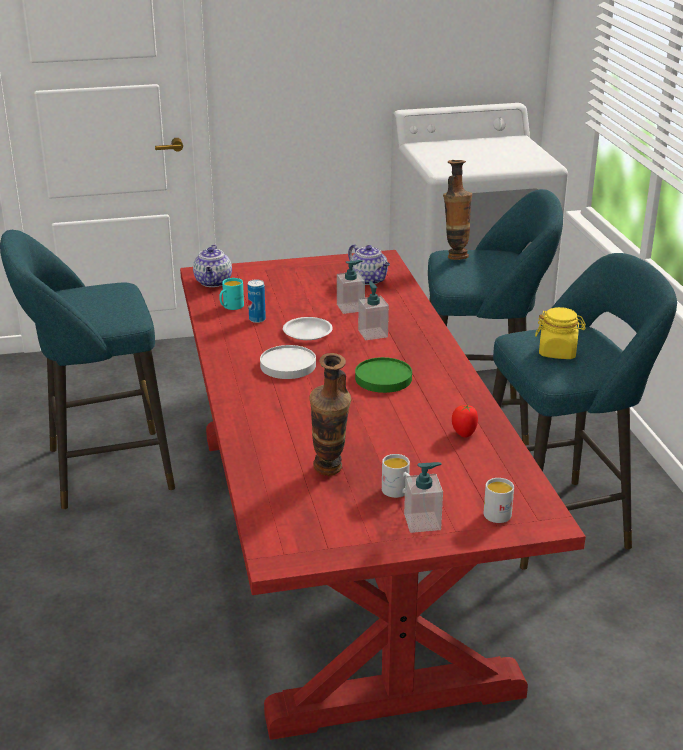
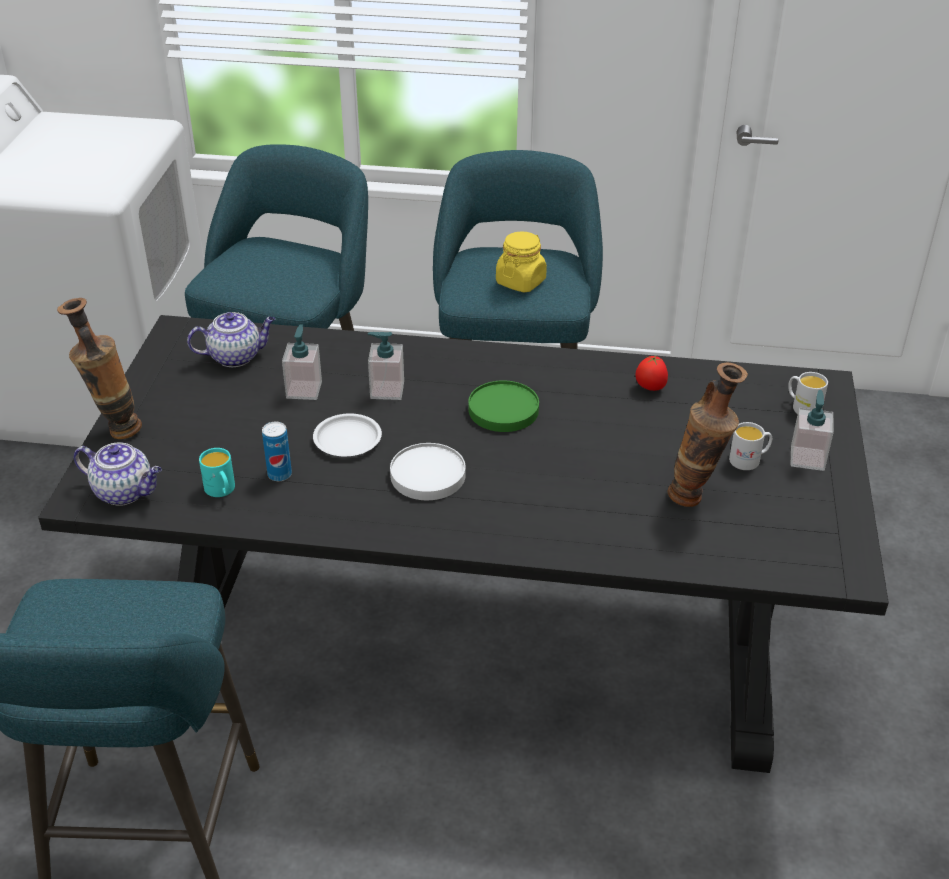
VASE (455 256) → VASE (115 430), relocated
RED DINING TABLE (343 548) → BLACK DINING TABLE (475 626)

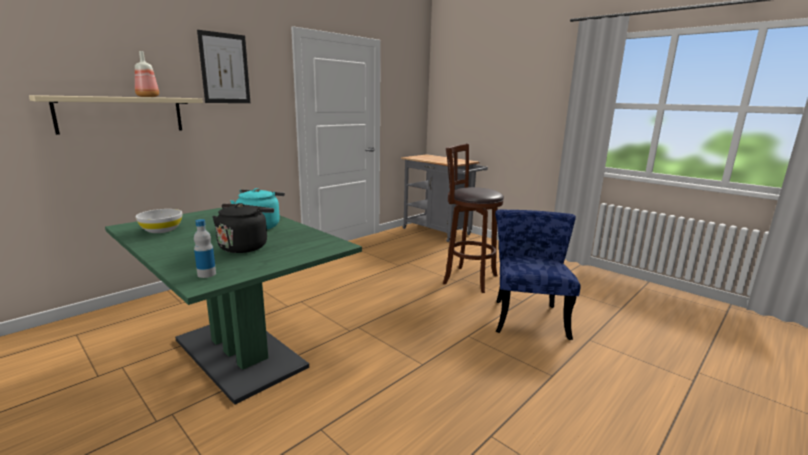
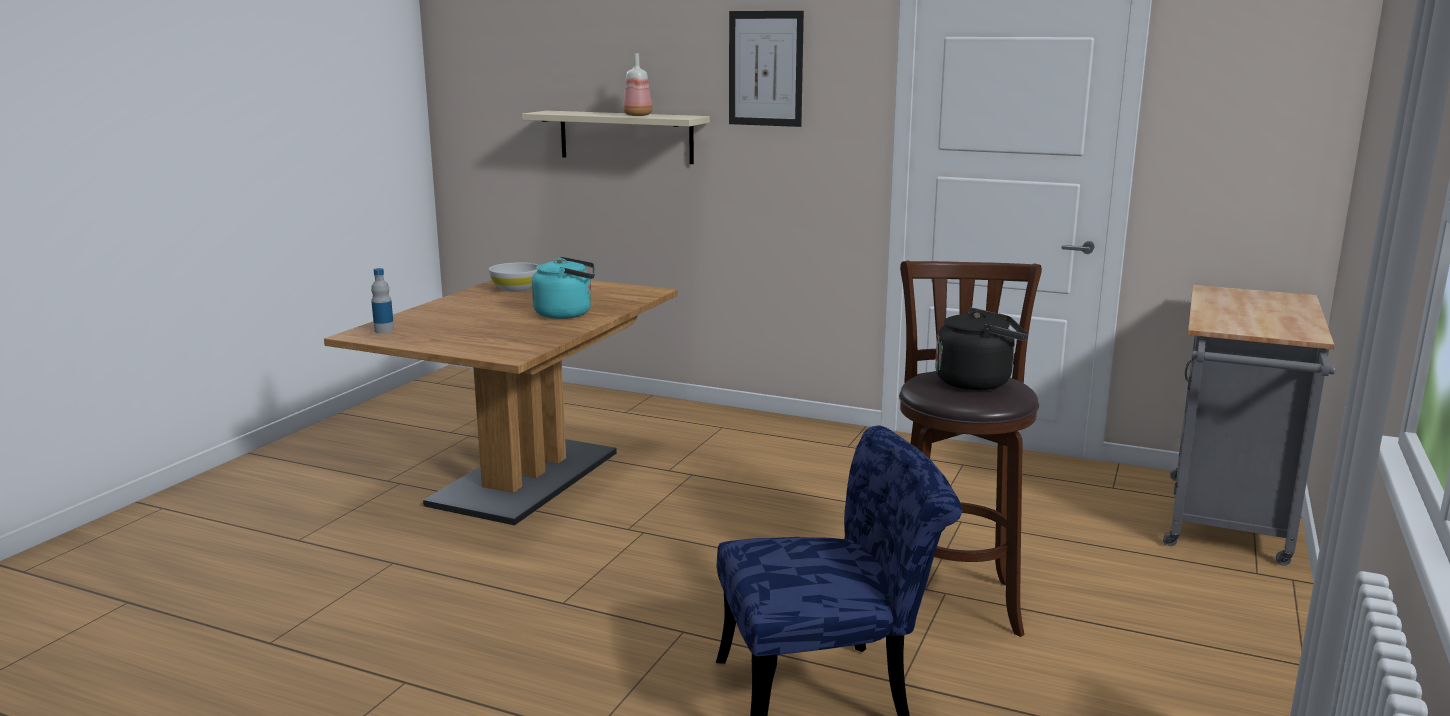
BLACK KETTLE (245 246) → BLACK KETTLE (978 382), relocated
GREEN DINING TABLE (239 353) → BROWN DINING TABLE (525 478)

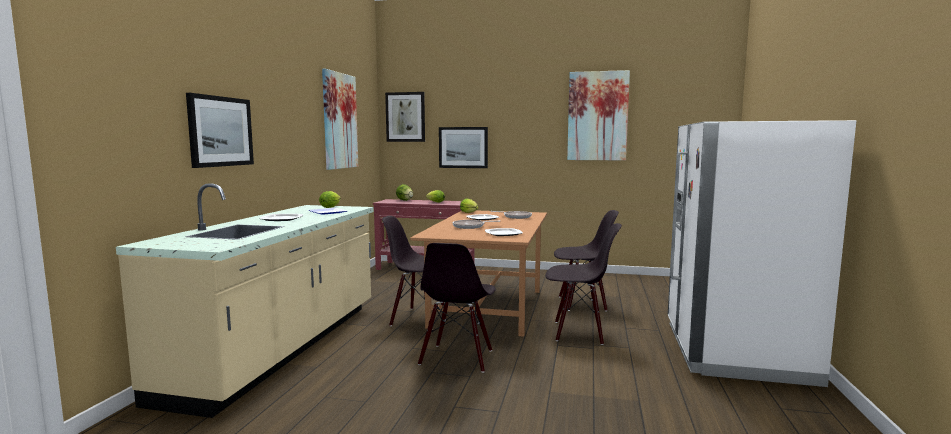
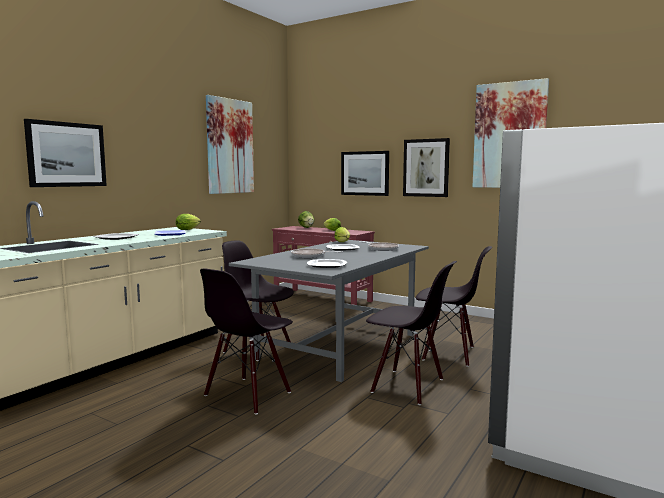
PICTURE (405 117) → PICTURE (426 168), relocated
BROWN DINING TABLE (487 307) → GREY DINING TABLE (338 345)

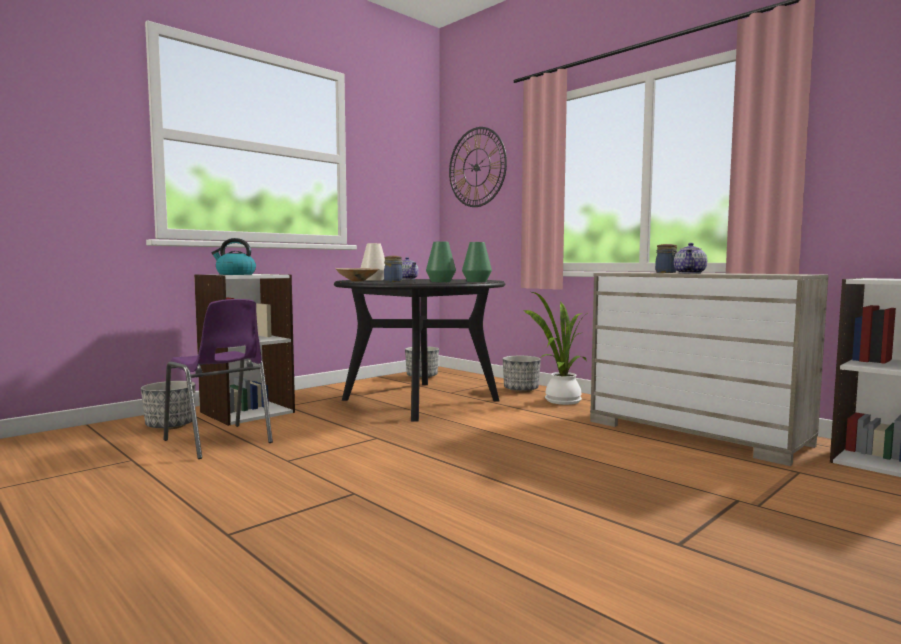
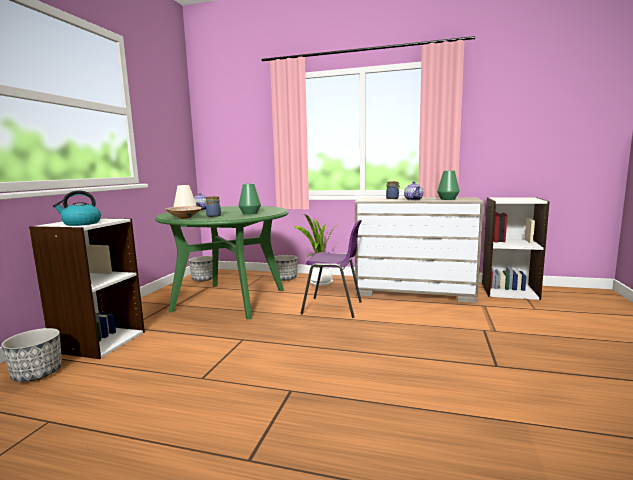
WALL CLOCK (476 167) → -
GREEN VASE (476 281) → GREEN VASE (447 199), relocated
BLACK DINING TABLE (420 400) → GREEN DINING TABLE (230 300)
PURPLE CHAIR (219 442) → PURPLE CHAIR (334 308), relocated

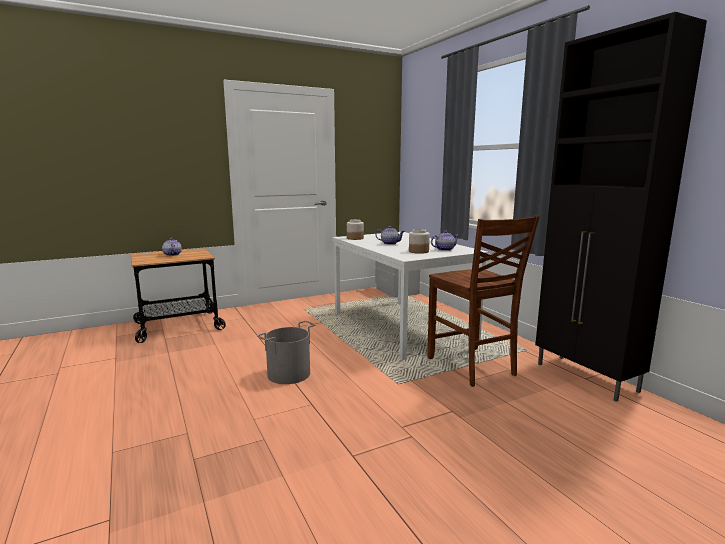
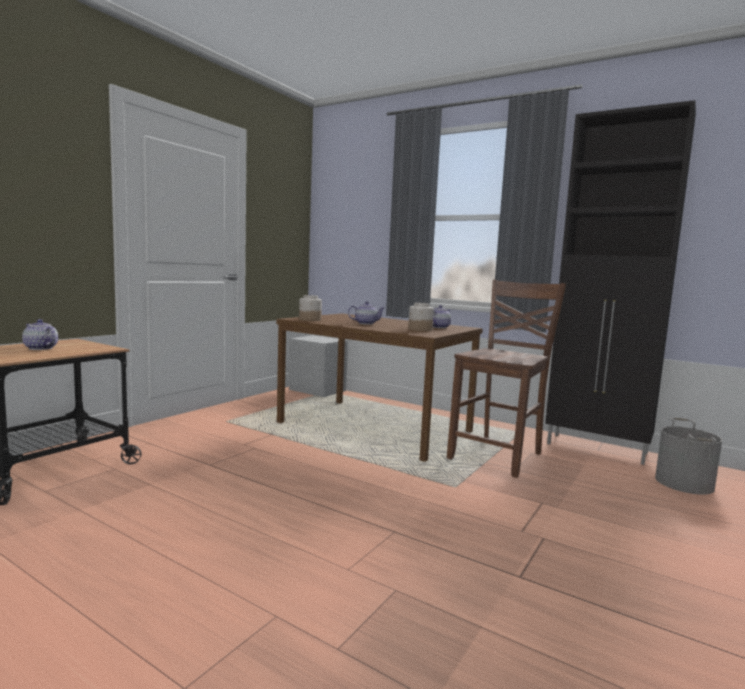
BROWN CHAIR (472 367) → BROWN CHAIR (498 456), 90 degrees counterclockwise
WHITE DINING TABLE (400 326) → BROWN DINING TABLE (373 427)
GREY BUCKET (289 374) → GREY BUCKET (685 483), relocated

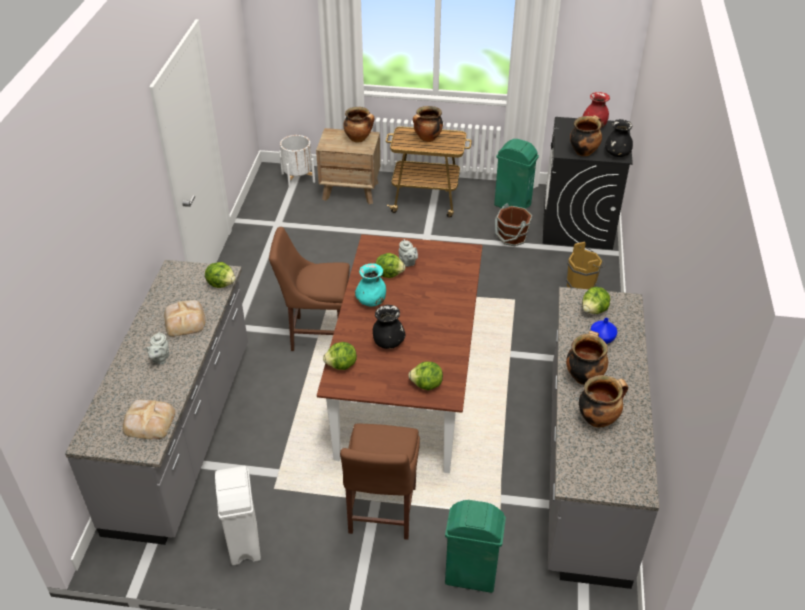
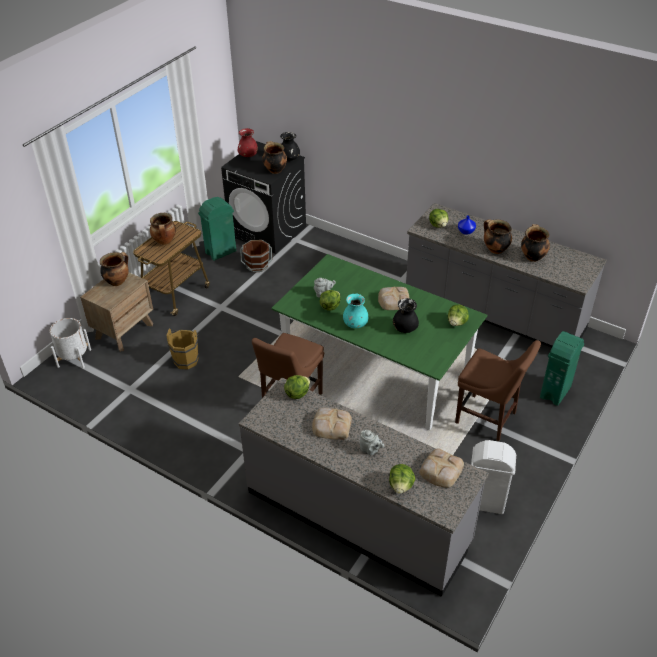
BROWN DINING TABLE (405 384) → GREEN DINING TABLE (375 369)
BROWN BUCKET (583 286) → BROWN BUCKET (186 359), relocated
LETTUCE (341 365) → LETTUCE (401 486), relocated
- → BREAD (393 300)

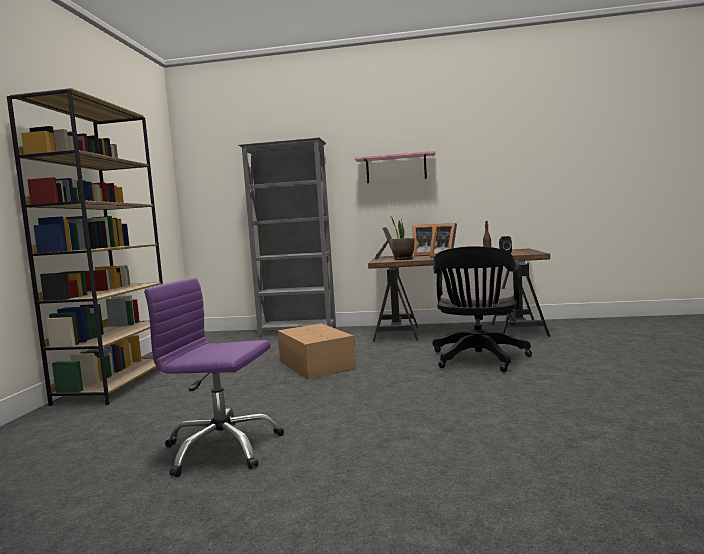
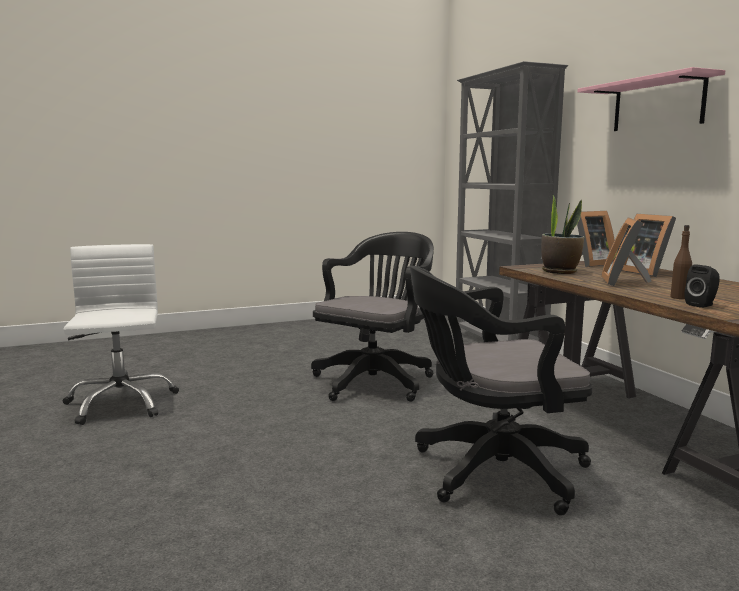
BROWN BOOKCASE (116 384) → -
PURPLE OFFICE CHAIR (222 448) → WHITE OFFICE CHAIR (120 403)
CARDBOARD BOX (316 364) → BLACK OFFICE CHAIR (376 381)

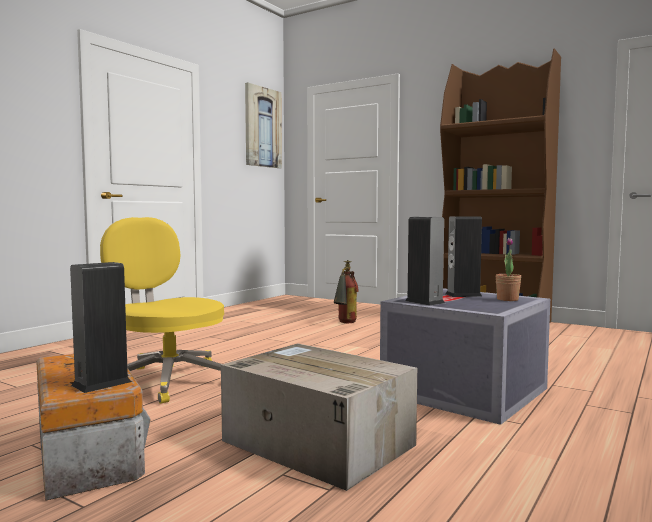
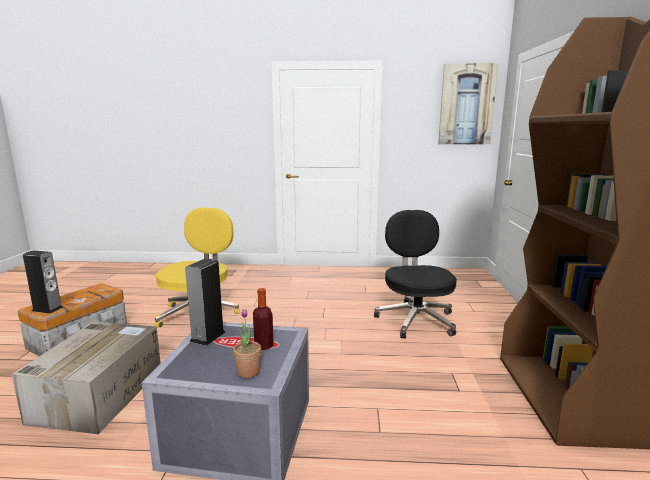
SPEAKER (463 295) → BOTTLE (263 346)
FIRE EXTINGUISHER (345 323) → BLACK OFFICE CHAIR (415 319)

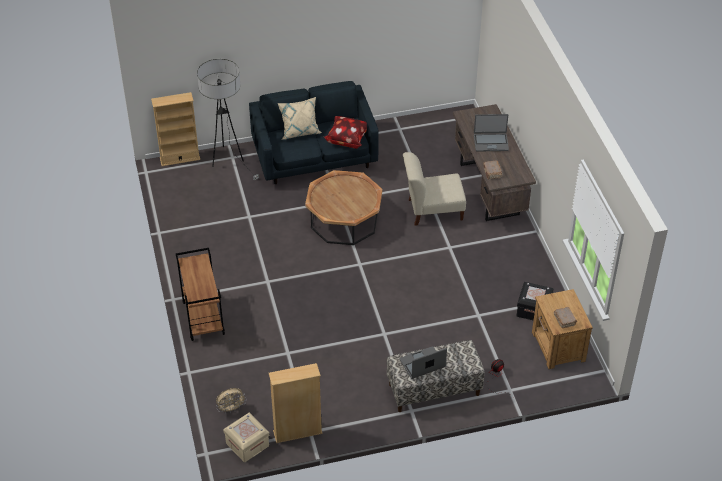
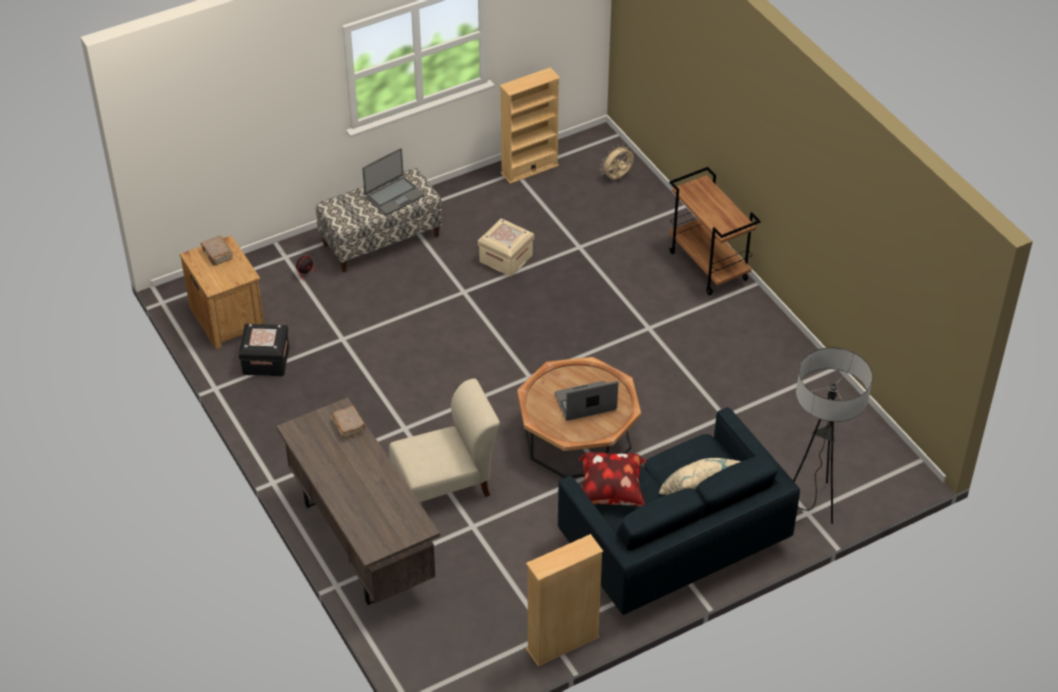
BEIGE BOOKCASE (180 158) → BEIGE BOOKCASE (563 644), relocated
LAPTOP (491 142) → LAPTOP (585 403), relocated
BEIGE STORAGE BOX (247 444) → BEIGE STORAGE BOX (506 258), relocated

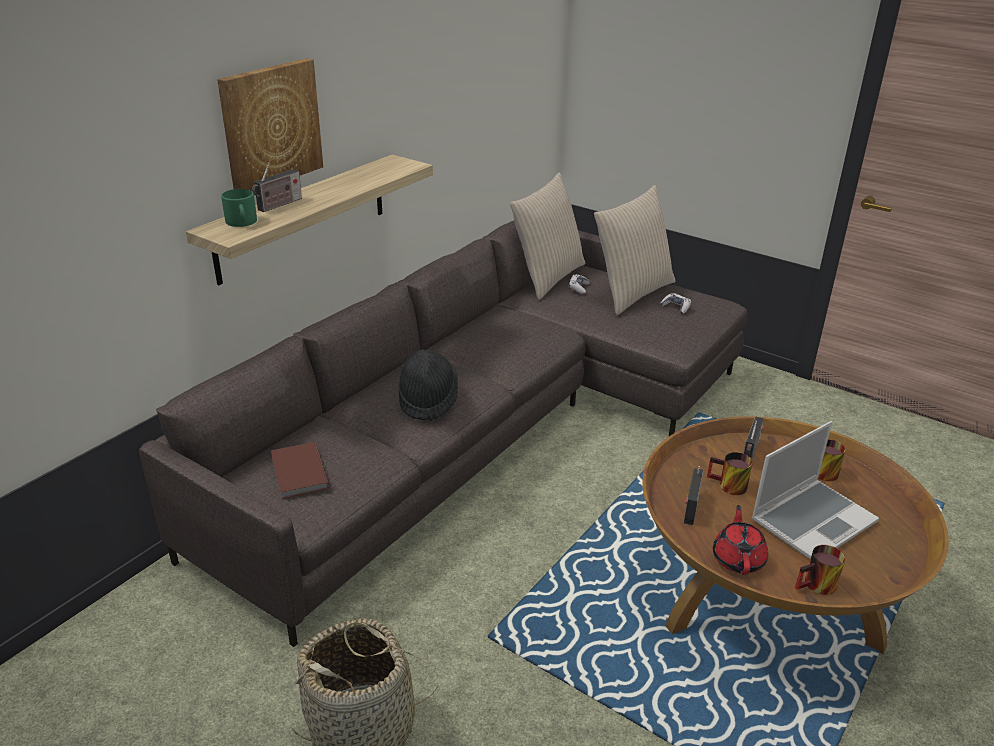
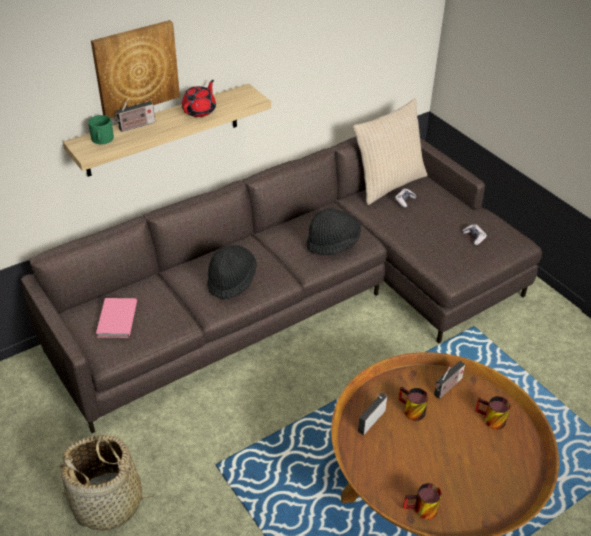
BEIGE PILLOW (631 293) → -
LAPTOP (813 520) → -
BROWN BOOK (298 473) → PINK BOOK (116 320)
RED TEAPOT (738 559) → RED TEAPOT (200 110), relocated
- → BLACK HAT (333 243)

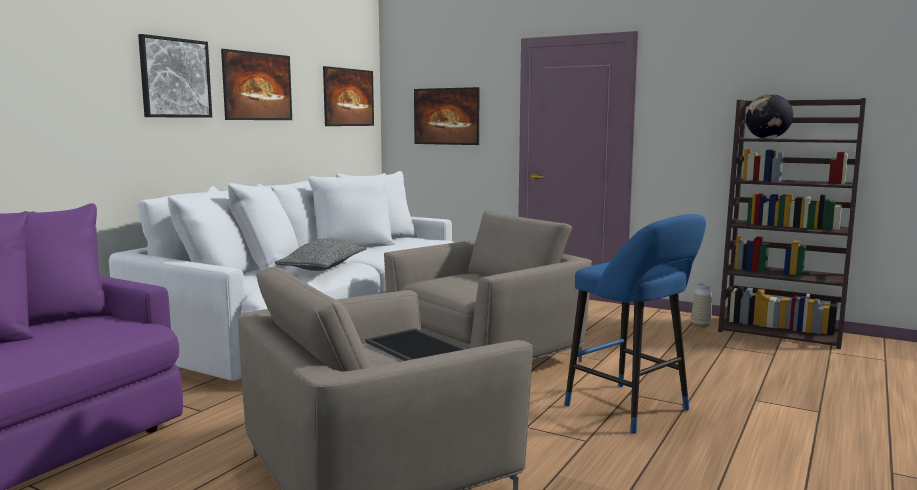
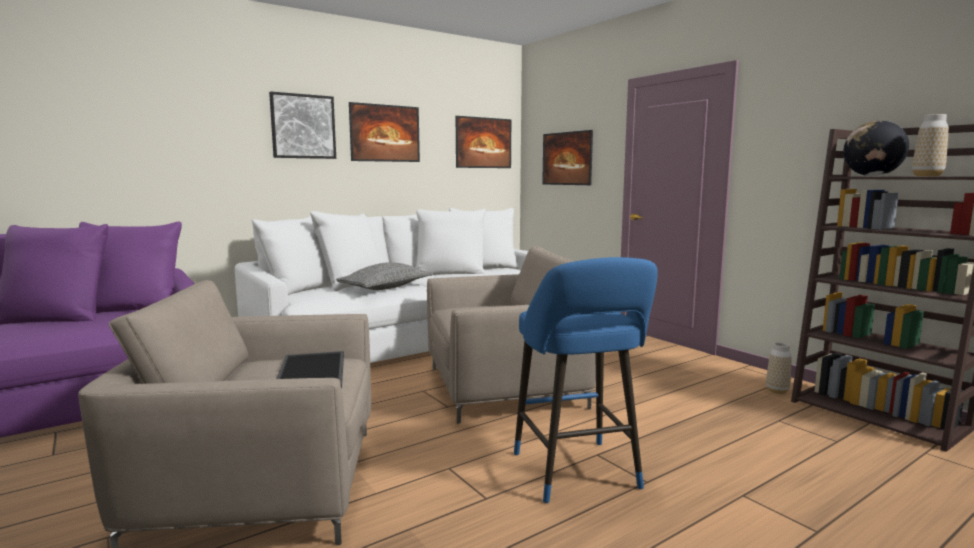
- → VASE (927 176)

